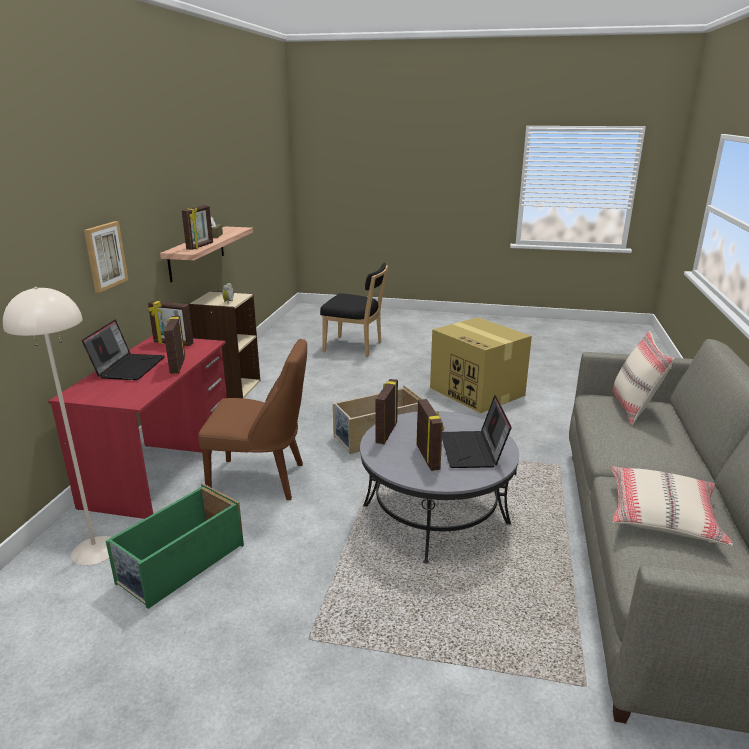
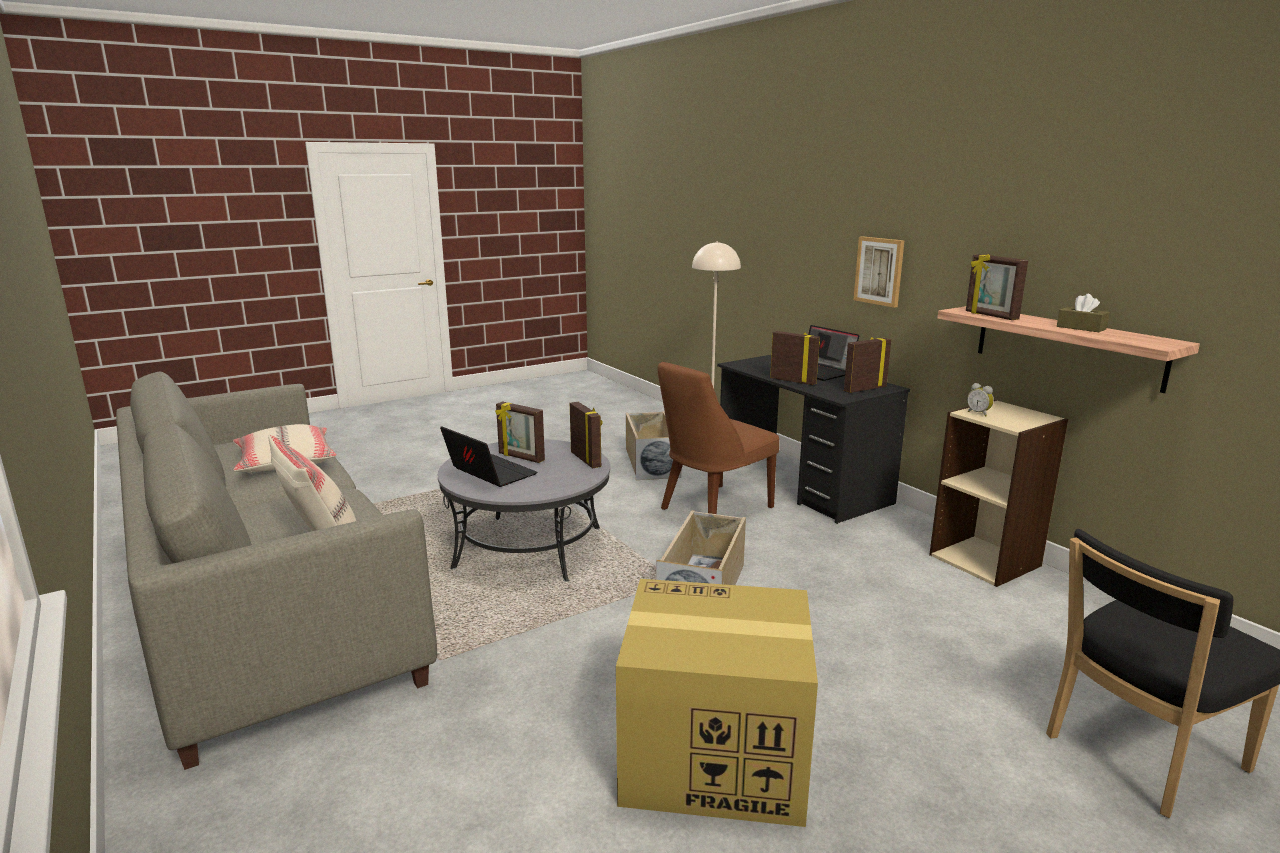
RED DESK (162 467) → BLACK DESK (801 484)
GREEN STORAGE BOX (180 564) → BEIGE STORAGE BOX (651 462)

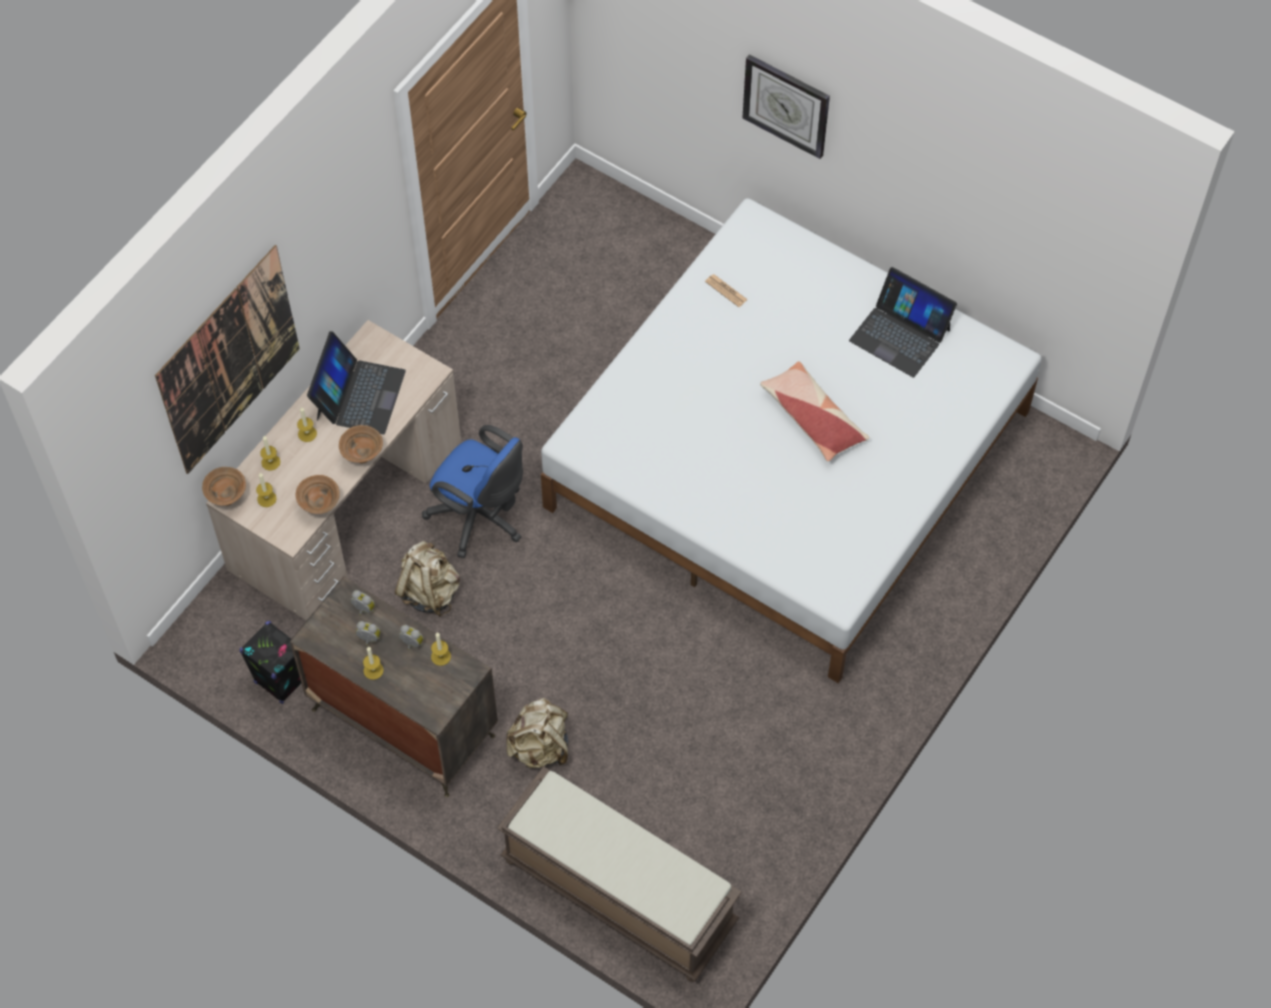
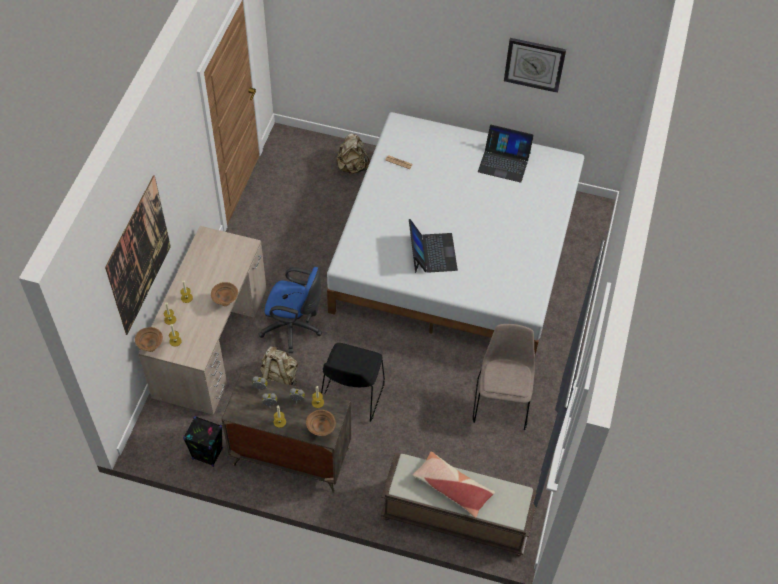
WALL CLOCK (786 105) → WALL CLOCK (534 64), relocated
LAPTOP (359 395) → LAPTOP (432 253), relocated
PILLOW (812 417) → PILLOW (452 487), relocated
BROWN BOWL (321 507) → BROWN BOWL (321 431), relocated
BEIGE BACKPACK (540 747) → BEIGE BACKPACK (352 167), relocated
- → BEIGE CHAIR (501 402)
- → BLACK CHAIR (351 396)

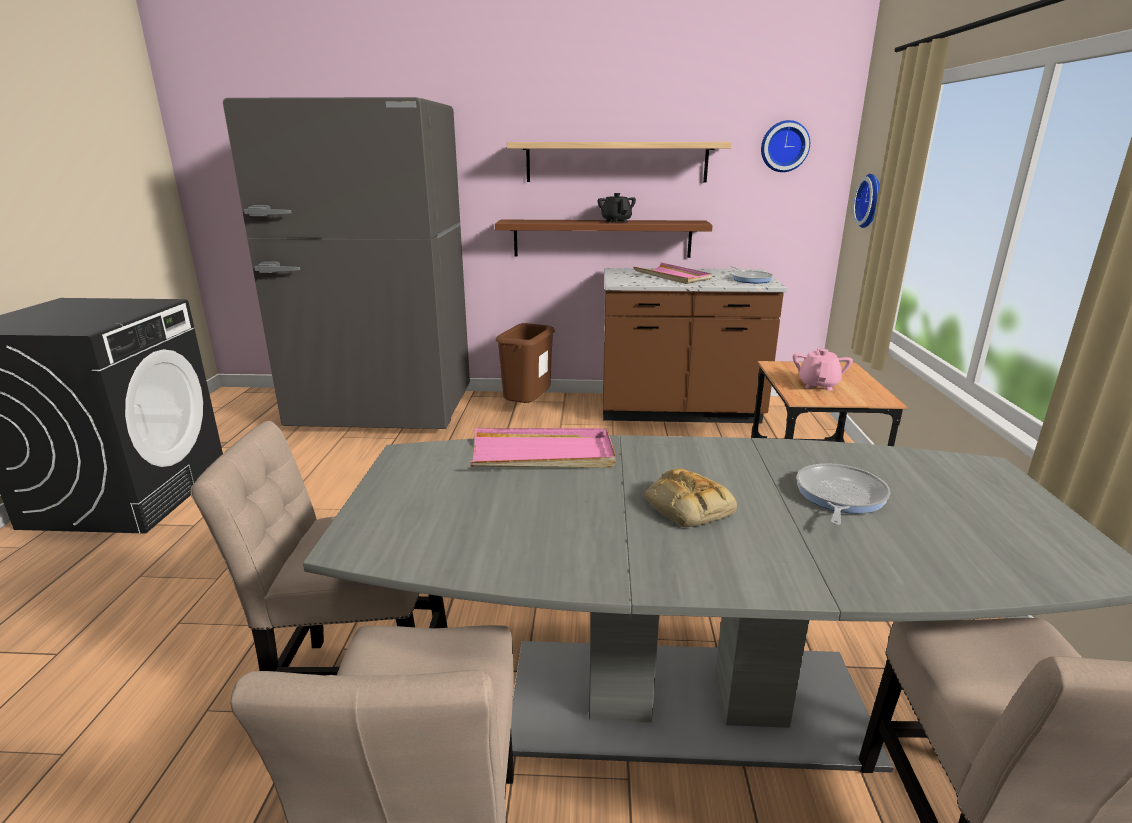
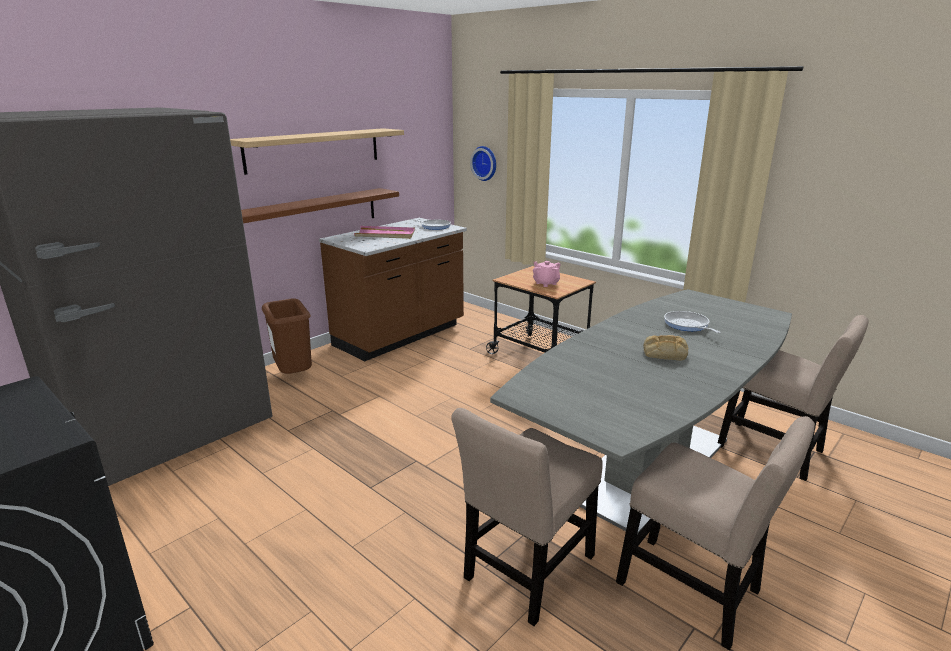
WALL CLOCK (784 146) → -
BLACK TEAPOT (616 221) → -
PINK TRAY (543 454) → -

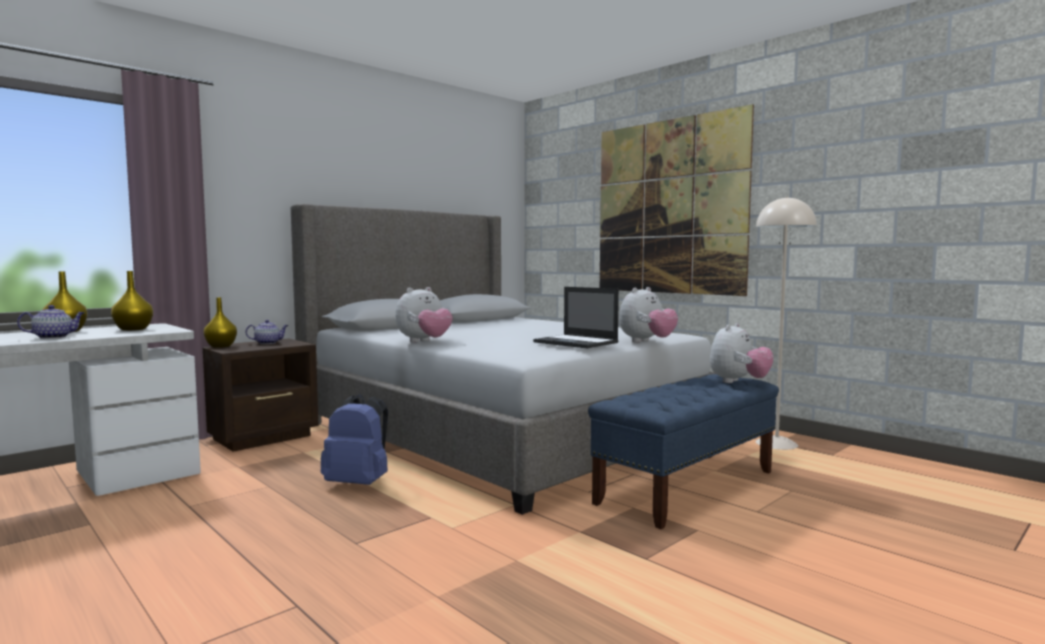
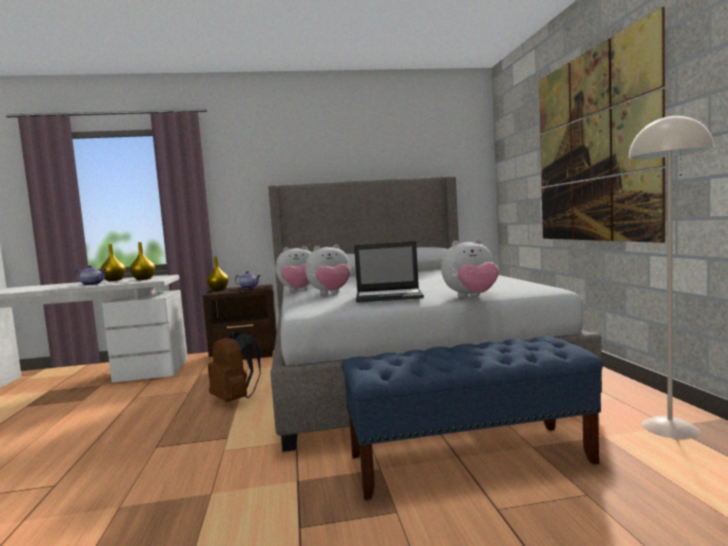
LAPTOP (576 342) → LAPTOP (389 296), 75 degrees counterclockwise
PLUSH TOY (738 382) → PLUSH TOY (331 294), relocated
BLUE BACKPACK (359 483) → BROWN BACKPACK (235 399)

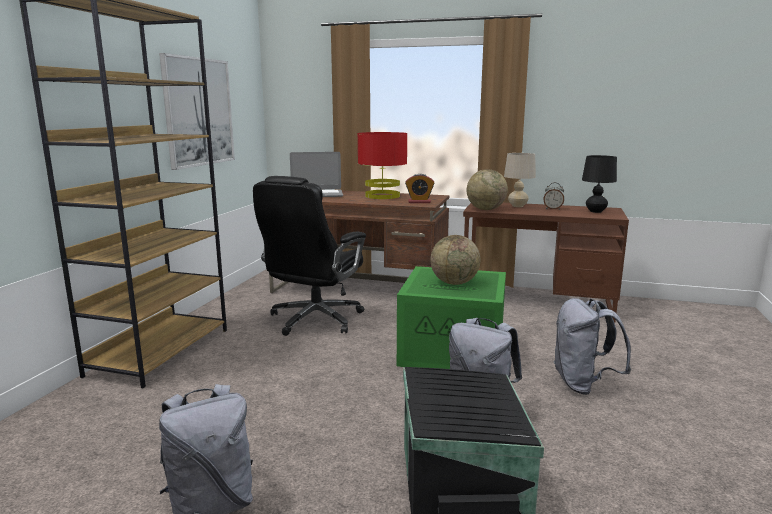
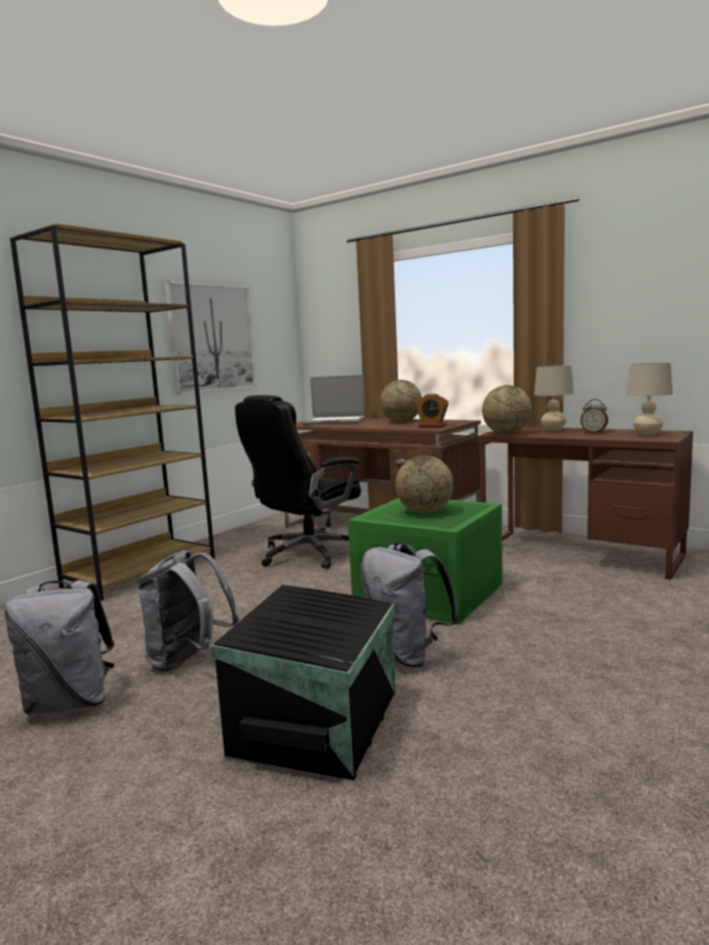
RED TABLE LAMP (382 196) → GLOBE (401 422)
BLACK TABLE LAMP (595 211) → BEIGE TABLE LAMP (647 434)
GREY BACKPACK (583 384) → GREY BACKPACK (188 660), relocated

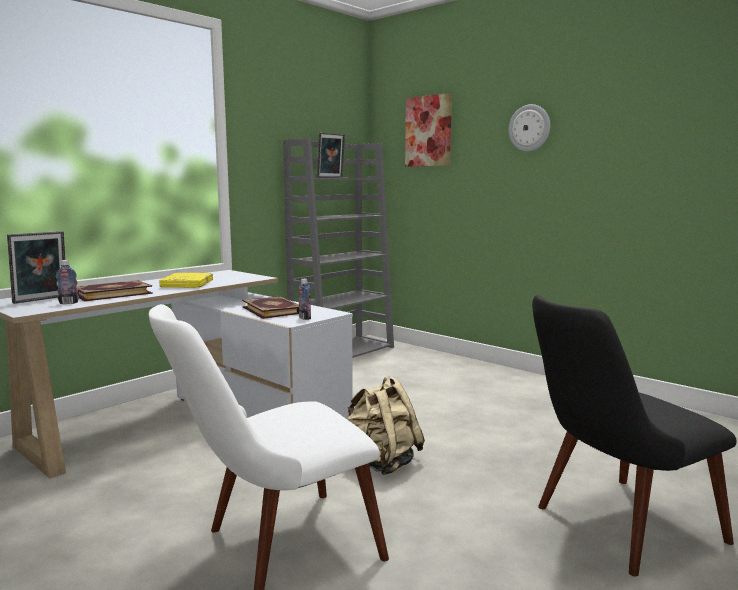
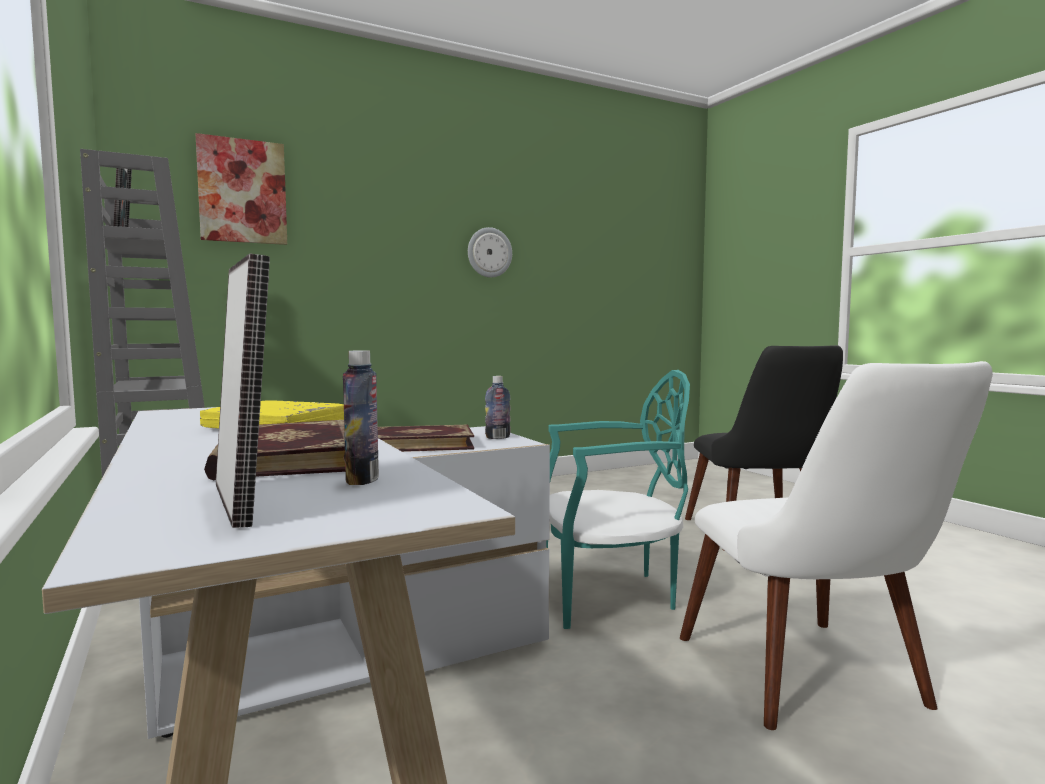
WALL CLOCK (529 128) → WALL CLOCK (489 252), relocated
BEIGE BACKPACK (381 463) → TURQUOISE CHAIR (609 594)

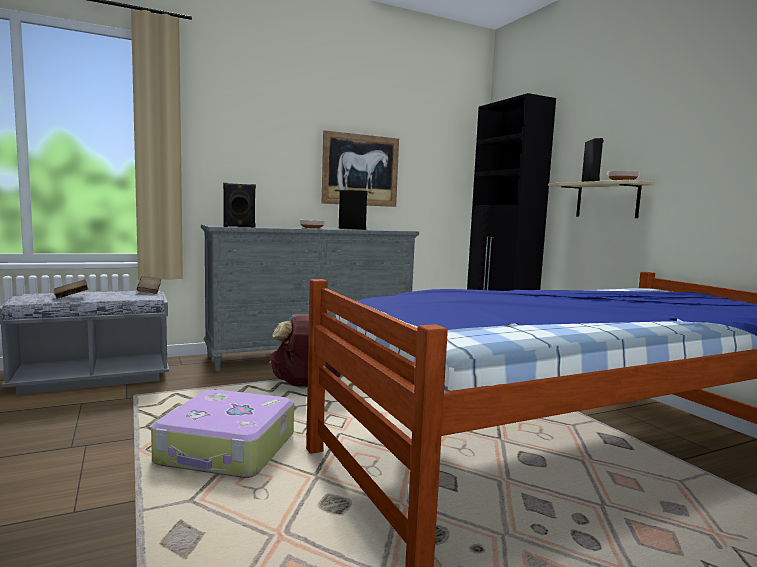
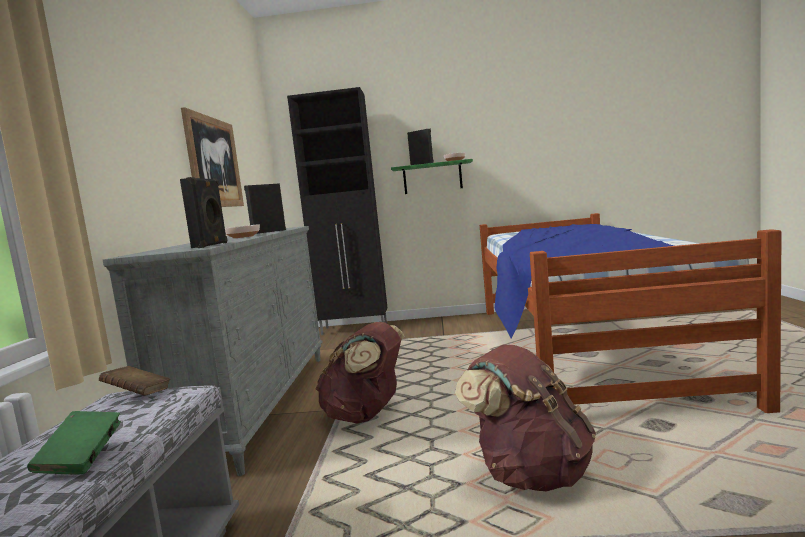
BEIGE SHELF (607 200) → GREEN SHELF (432 178)
BROWN BOOK (71 296) → GREEN BOOK (81 459)
SUITCASE (227 449) → BROWN BACKPACK (530 473)

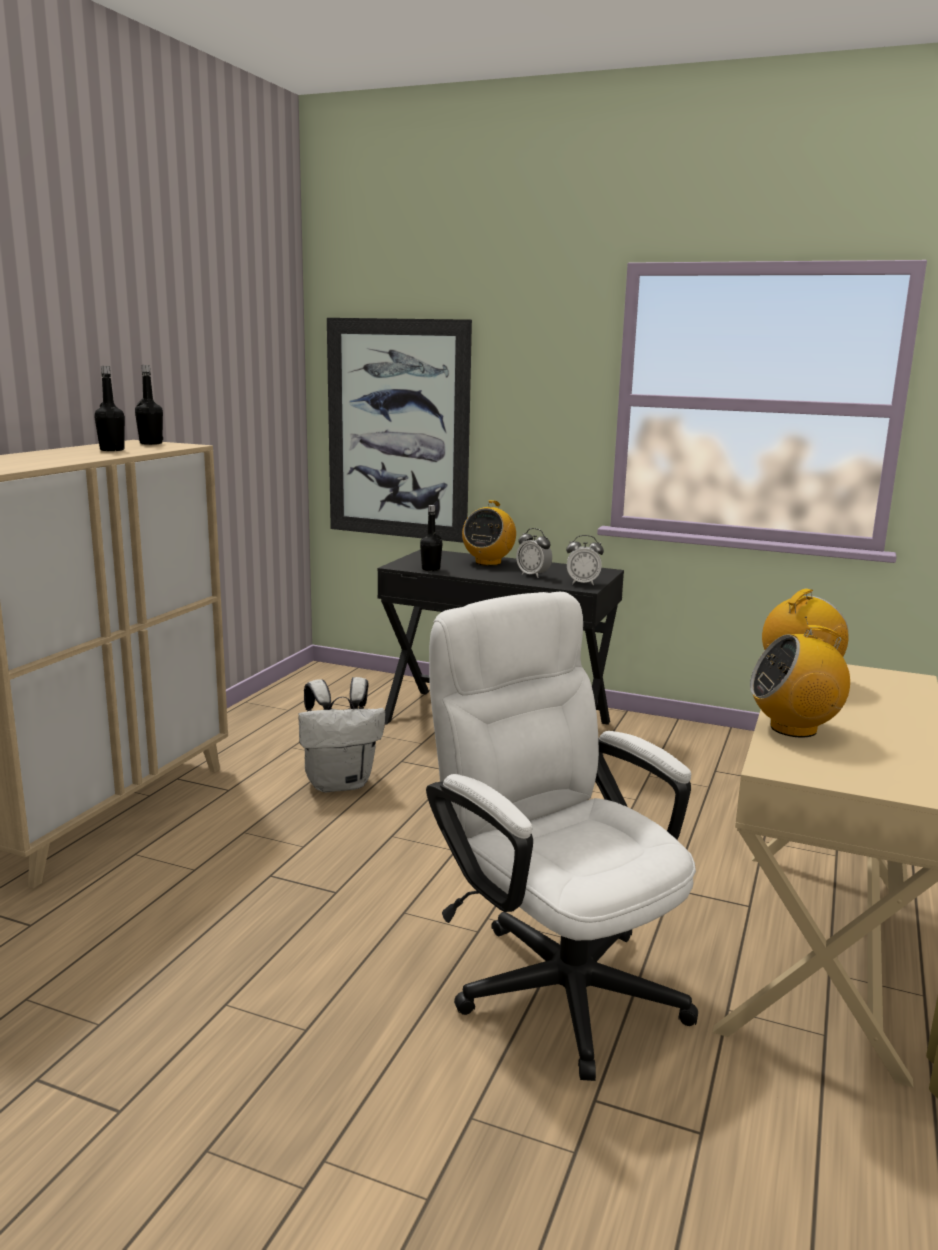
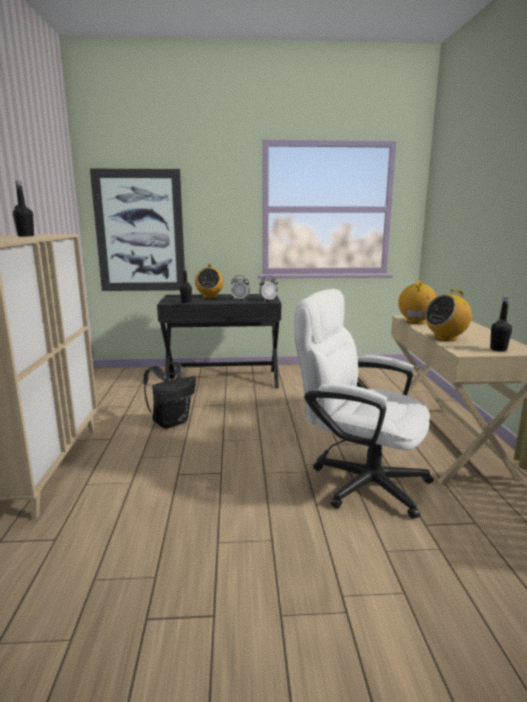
BLACK BOTTLE (151 443) → BLACK BOTTLE (498 349), relocated
WHITE BACKPACK (340 783) → BLACK BACKPACK (171 422)

